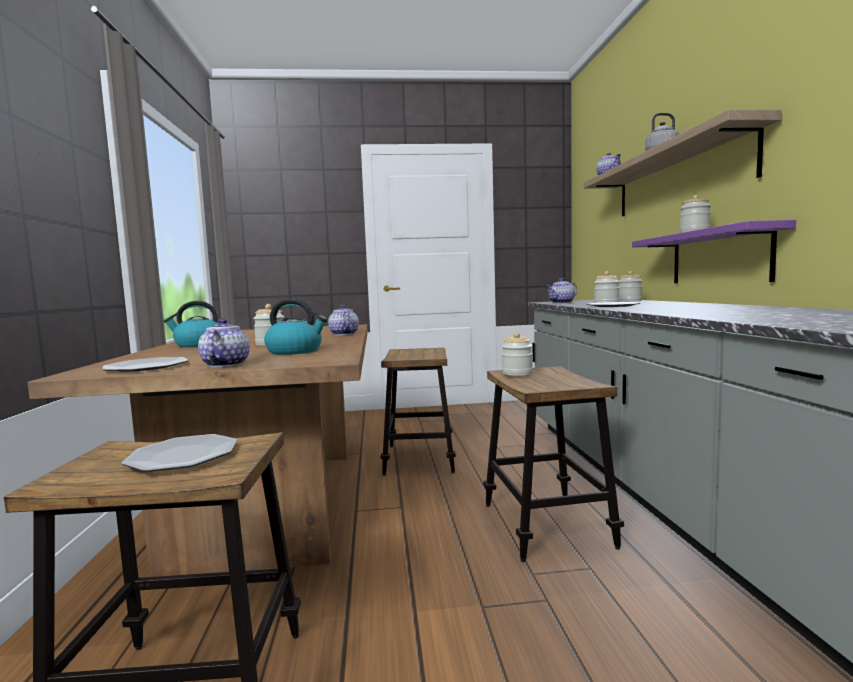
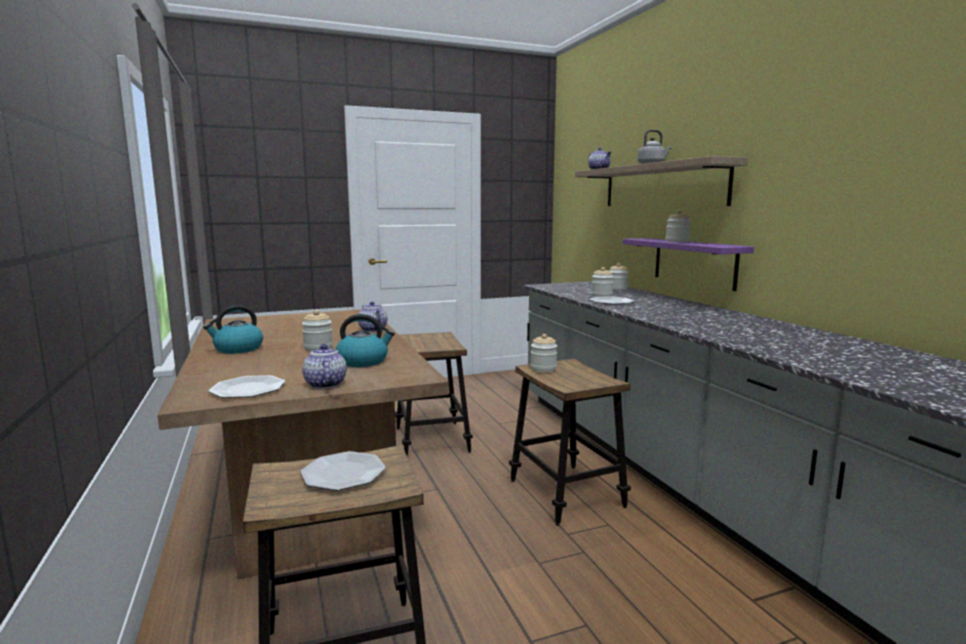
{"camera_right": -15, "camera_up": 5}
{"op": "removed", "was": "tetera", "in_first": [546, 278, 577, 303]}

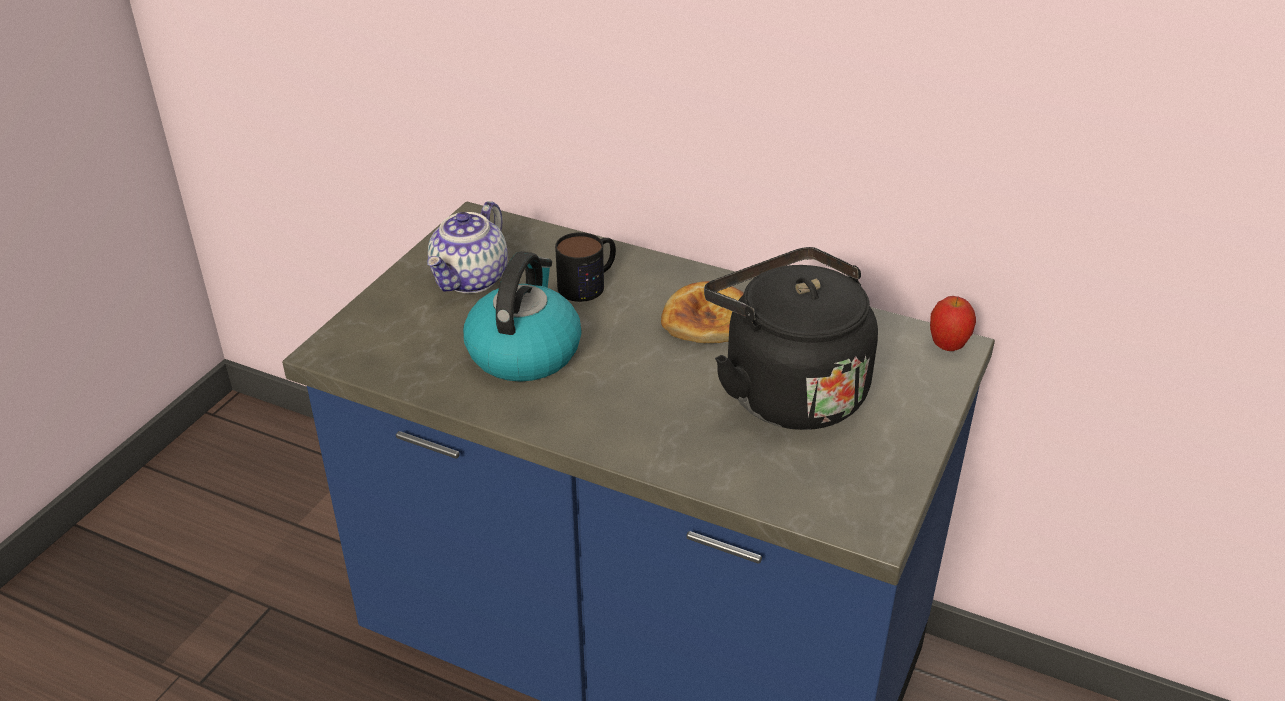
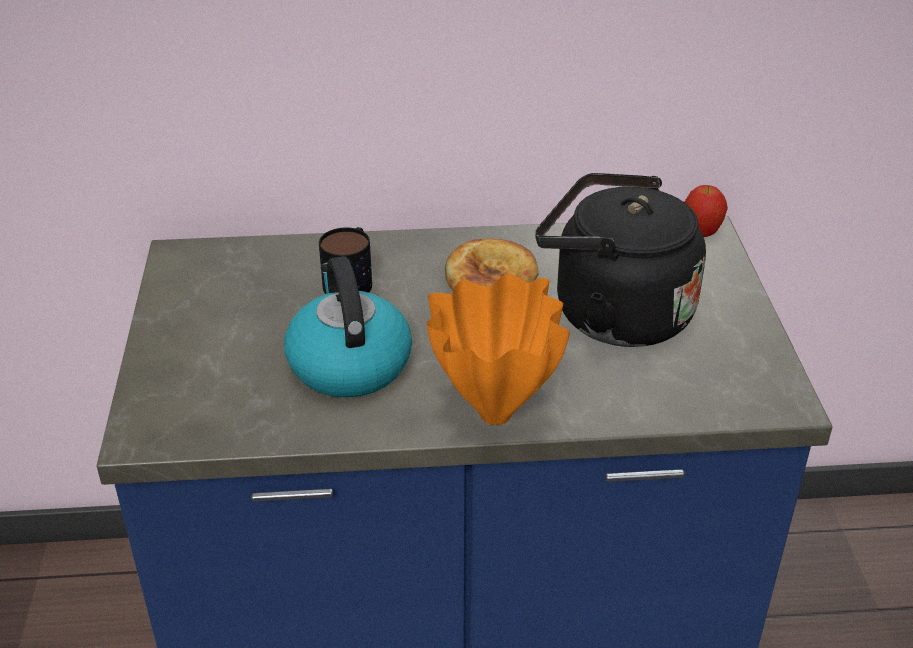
{"camera_right": -30, "camera_up": 0}
{"op": "added", "now": "florero [naranja]", "in_second": [427, 274, 570, 425]}
{"op": "removed", "was": "tetera", "in_first": [427, 201, 508, 293]}

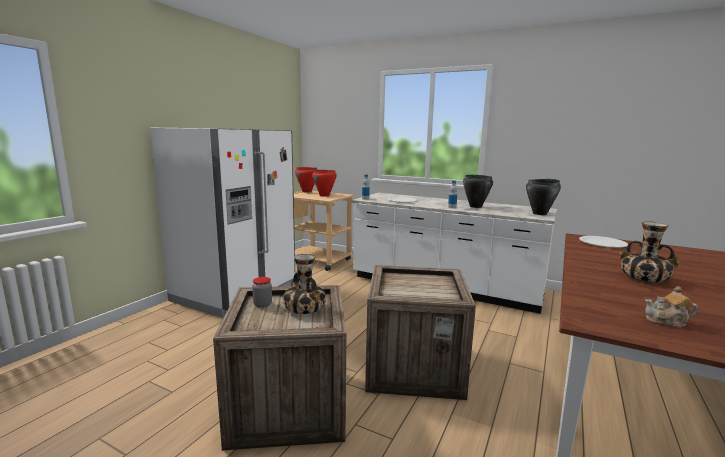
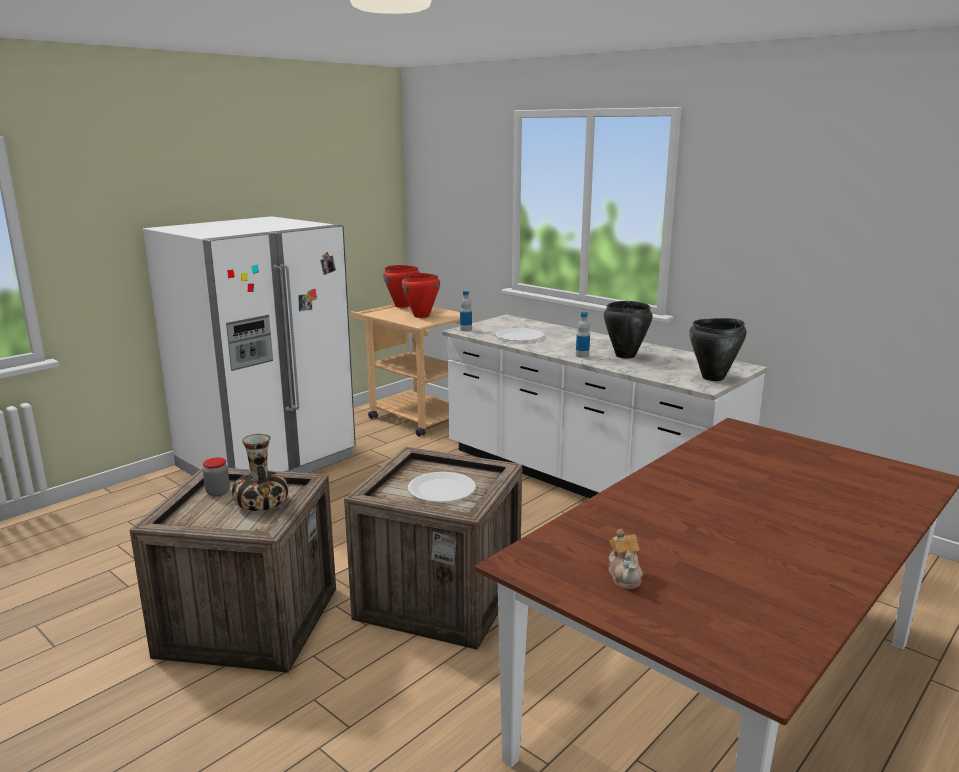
{"camera_right": 15, "camera_up": 5}
{"op": "moved", "was": "plato [blanco]", "in_first": [579, 236, 628, 248], "in_second": [408, 472, 476, 503]}
{"op": "turned", "was": "tetera", "in_first": [645, 286, 698, 328], "in_second": [609, 529, 643, 589], "clockwise": -120}
{"op": "removed", "was": "florero", "in_first": [619, 221, 680, 283]}

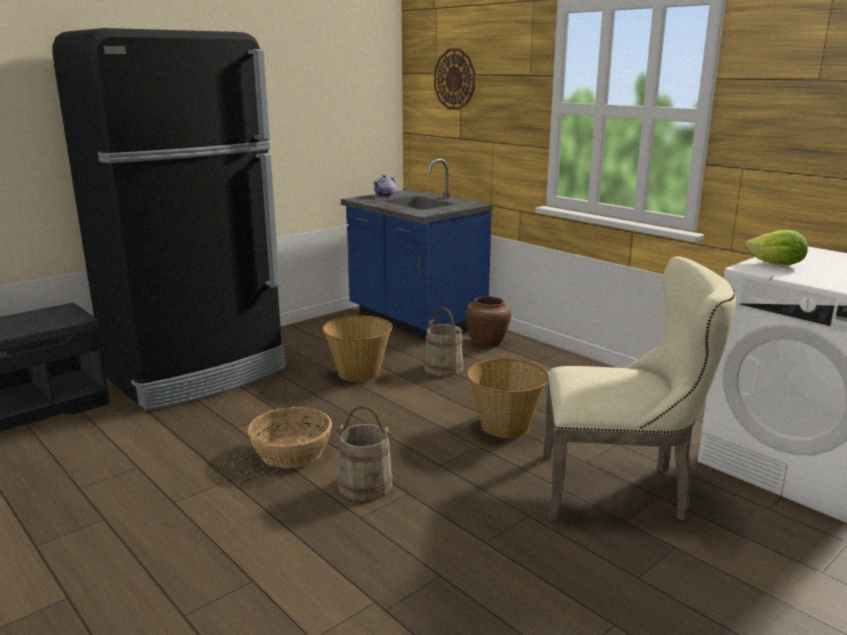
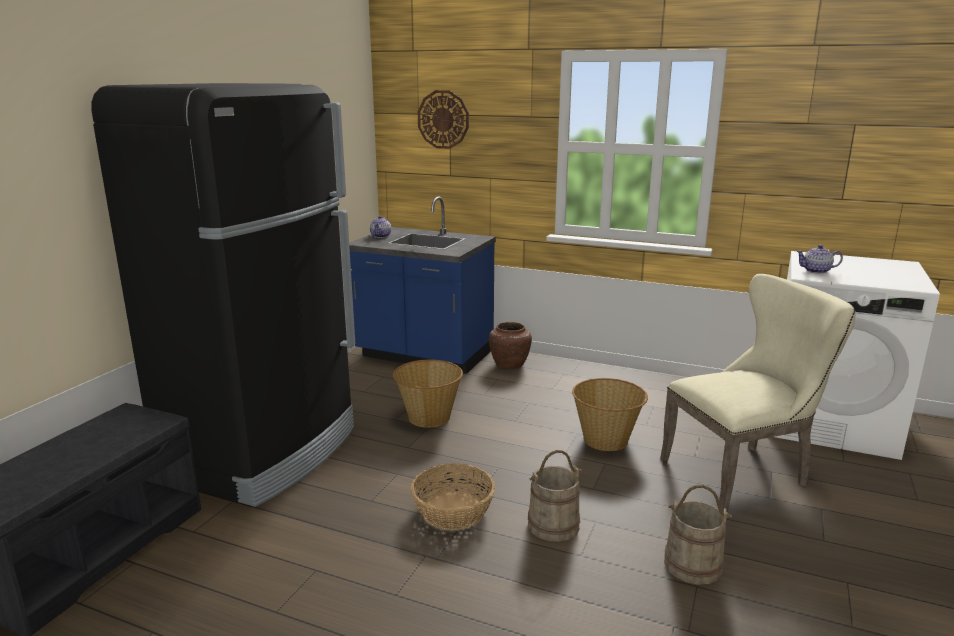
{"camera_right": -25, "camera_up": 0}
{"op": "moved", "was": "cubo [beis]", "in_first": [424, 307, 464, 376], "in_second": [664, 485, 732, 585]}
{"op": "replaced", "was": "lechuga", "now": "tetera", "in_first": [745, 230, 808, 265], "in_second": [796, 245, 843, 274]}

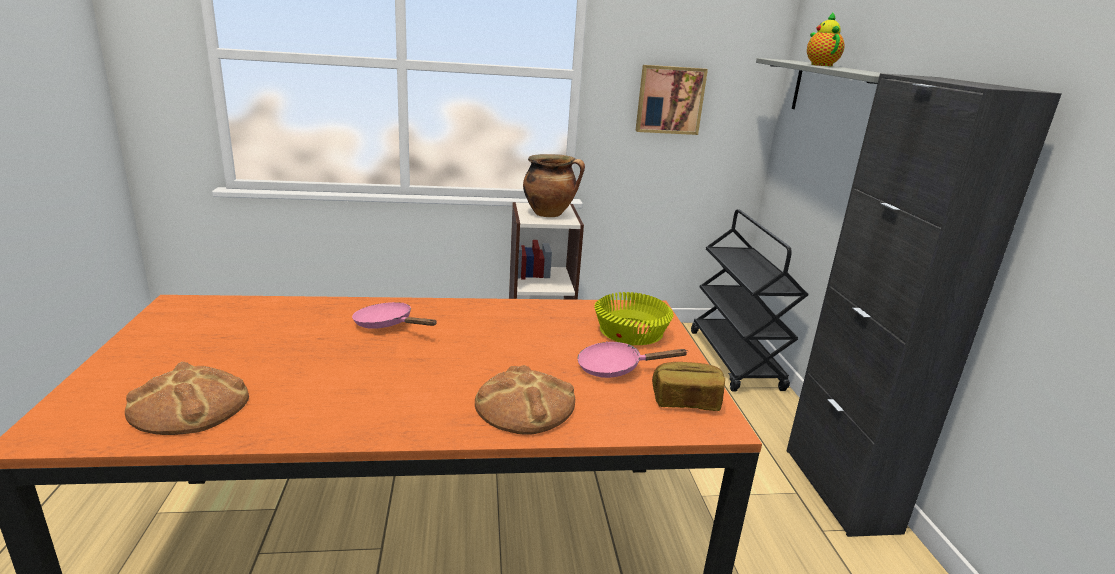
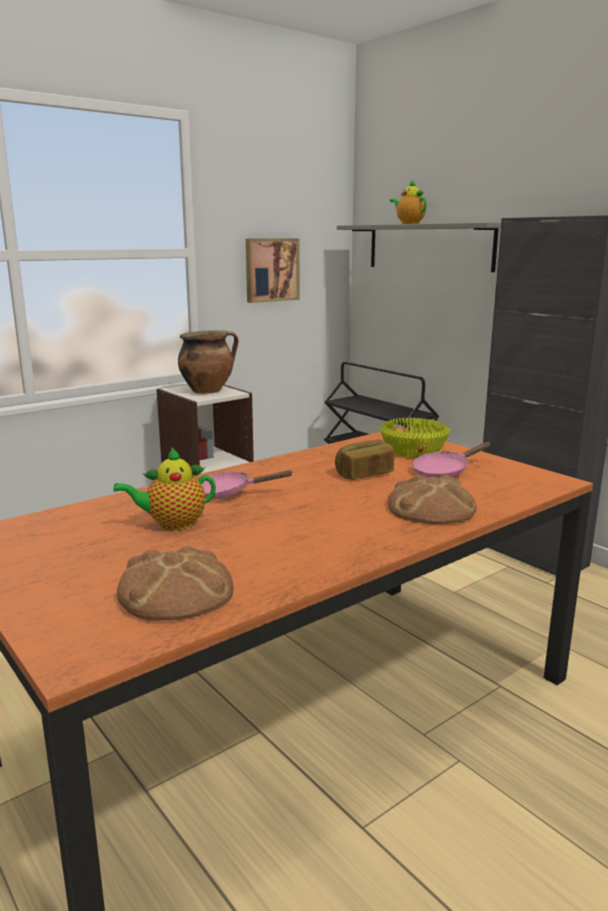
{"camera_right": -30, "camera_up": -5}
{"op": "added", "now": "tetera", "in_second": [113, 448, 216, 531]}
{"op": "moved", "was": "pan", "in_first": [652, 362, 725, 411], "in_second": [335, 440, 394, 480]}

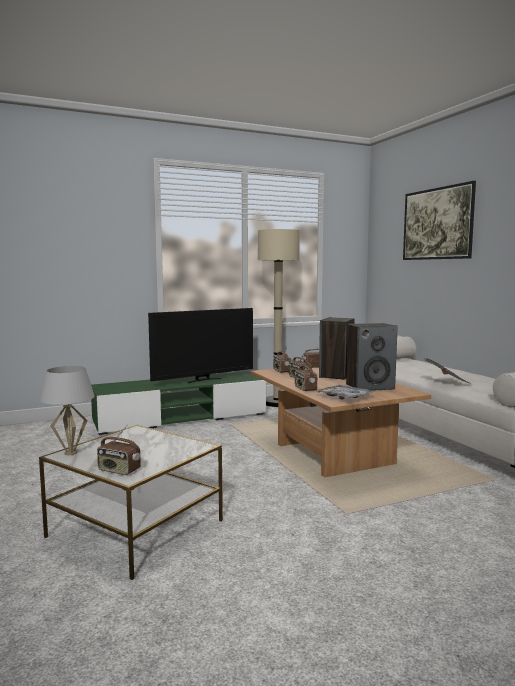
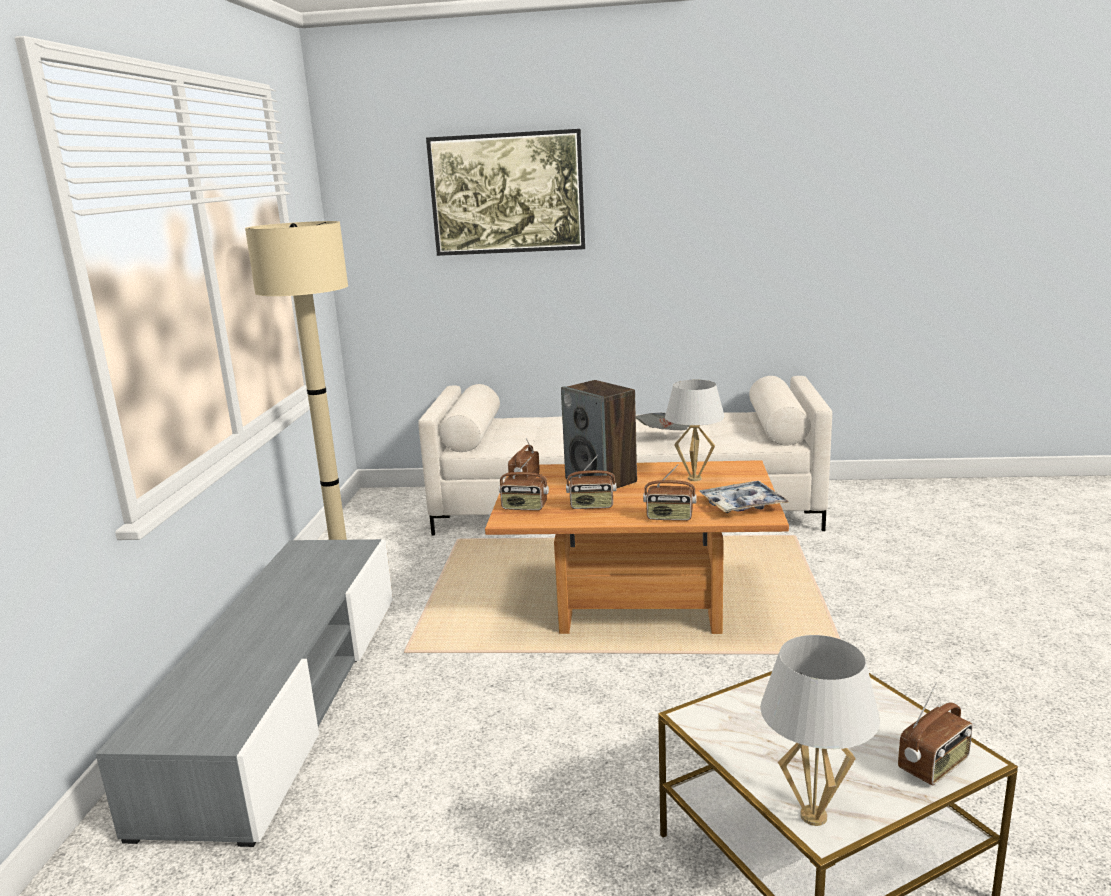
{"camera_right": -60, "camera_up": 10}
{"op": "recoloured", "was": "mueble de televisión [verde]", "now": "mueble de televisión [gris]", "in_first": [91, 371, 266, 435], "in_second": [96, 539, 393, 847]}
{"op": "replaced", "was": "altavoz", "now": "lámpara de mesa [blanco]", "in_first": [346, 323, 398, 391], "in_second": [665, 380, 725, 481]}
{"op": "removed", "was": "televisor", "in_first": [148, 308, 253, 383]}

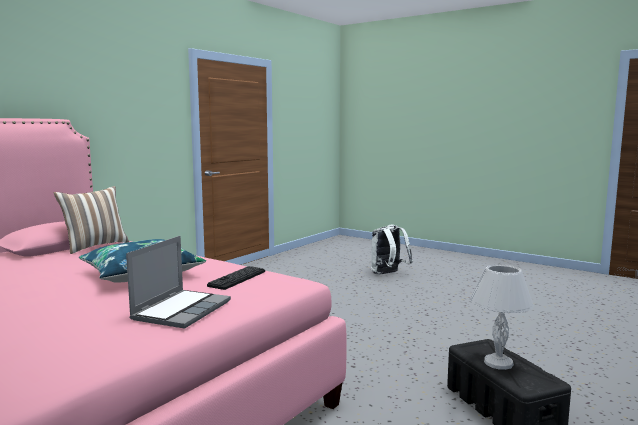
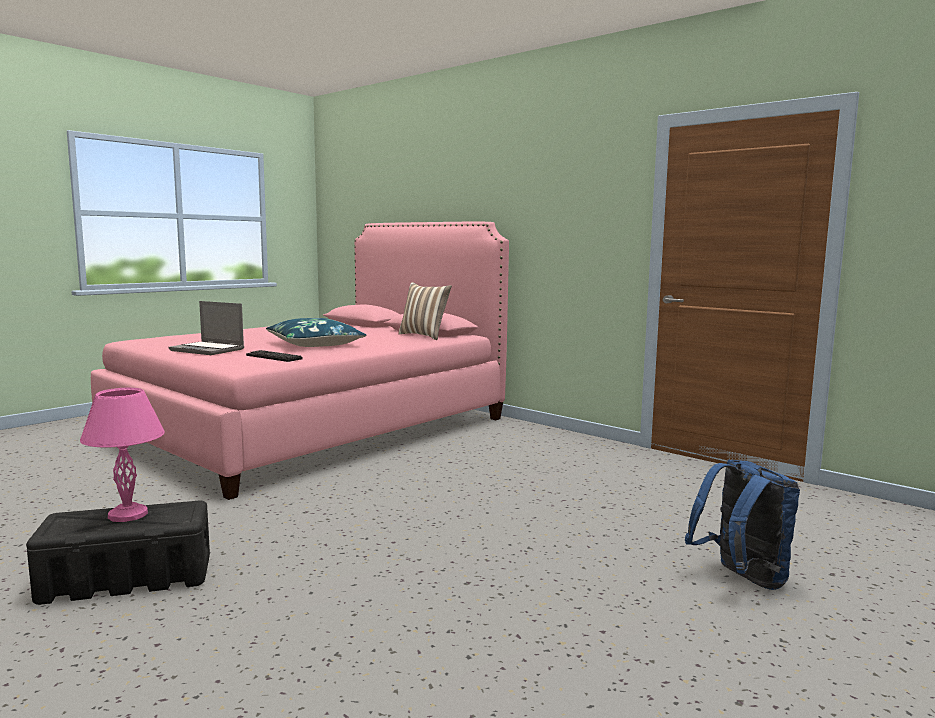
{"camera_right": 95, "camera_up": 0}
{"op": "recoloured", "was": "lámpara de mesa [blanco]", "now": "lámpara de mesa [rosa]", "in_first": [471, 264, 534, 370], "in_second": [80, 388, 165, 522]}
{"op": "recoloured", "was": "mochila [blanco]", "now": "mochila [azul]", "in_first": [371, 224, 413, 275], "in_second": [685, 459, 800, 590]}

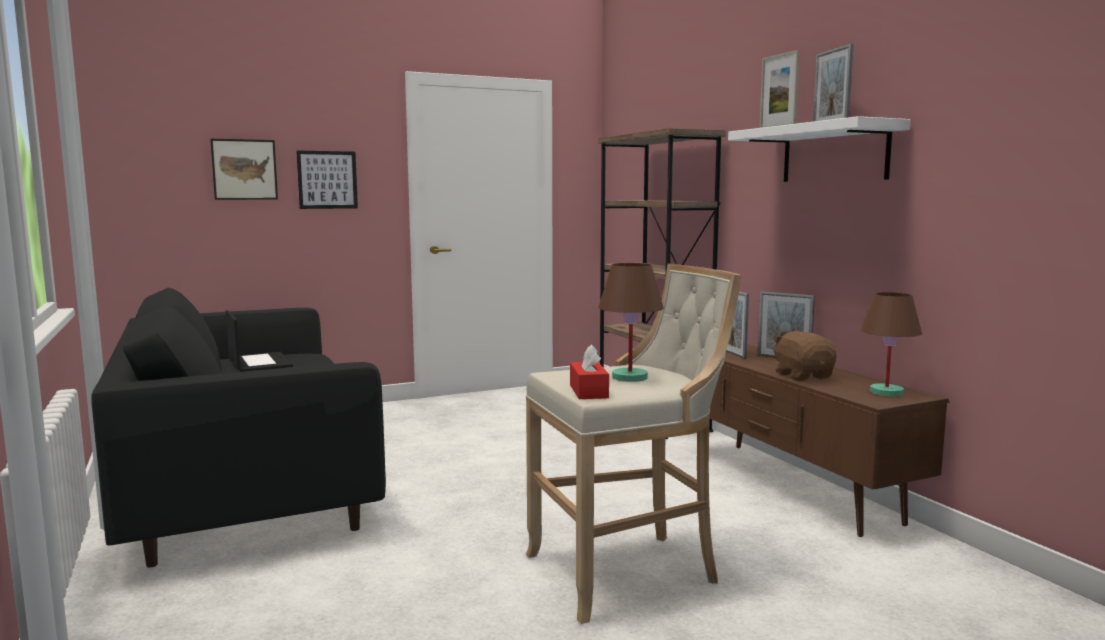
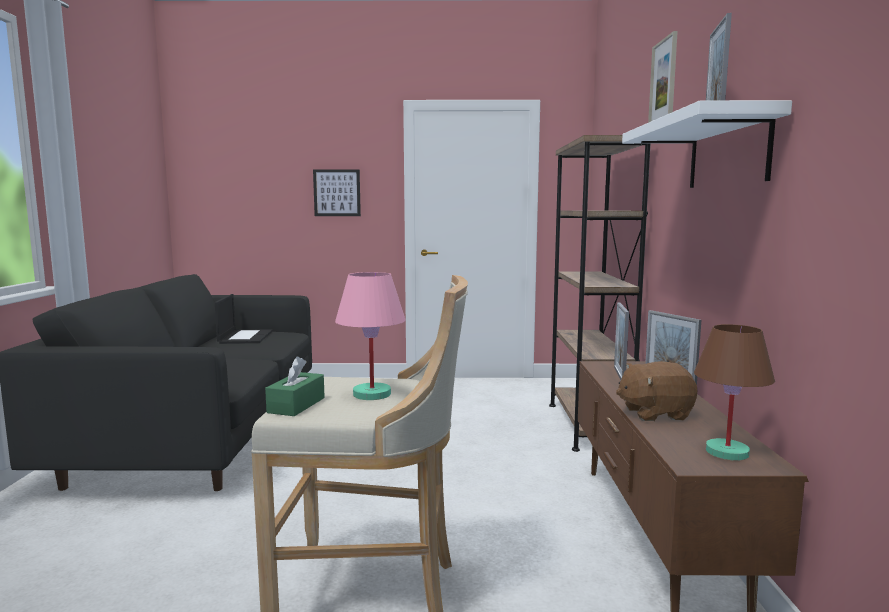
{"camera_right": 25, "camera_up": 0}
{"op": "recoloured", "was": "caja de pañuelos [rojo]", "now": "caja de pañuelos [verde]", "in_first": [570, 345, 609, 399], "in_second": [265, 357, 325, 416]}
{"op": "recoloured", "was": "lámpara de mesa [marrón]", "now": "lámpara de mesa [rosa]", "in_first": [598, 263, 664, 382], "in_second": [335, 272, 406, 400]}
{"op": "turned", "was": "peluche [marrón]", "in_first": [772, 331, 837, 381], "in_second": [616, 362, 697, 421], "clockwise": -105}
{"op": "removed", "was": "cuadro", "in_first": [210, 139, 278, 200]}

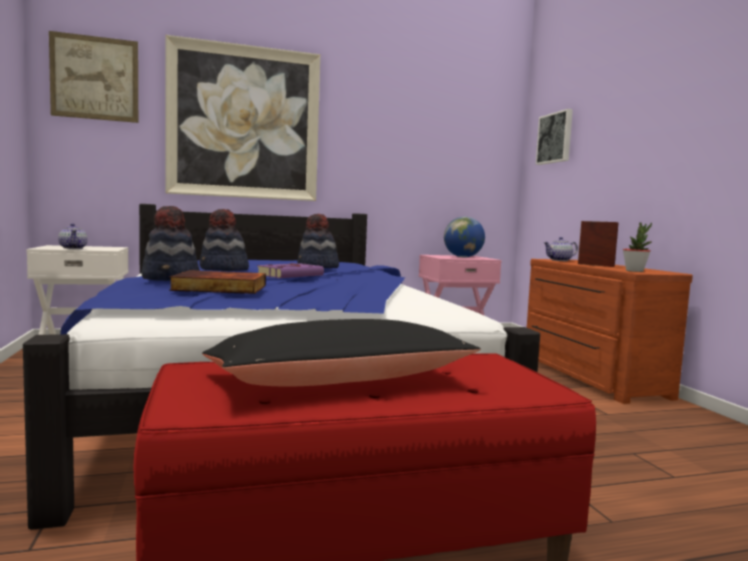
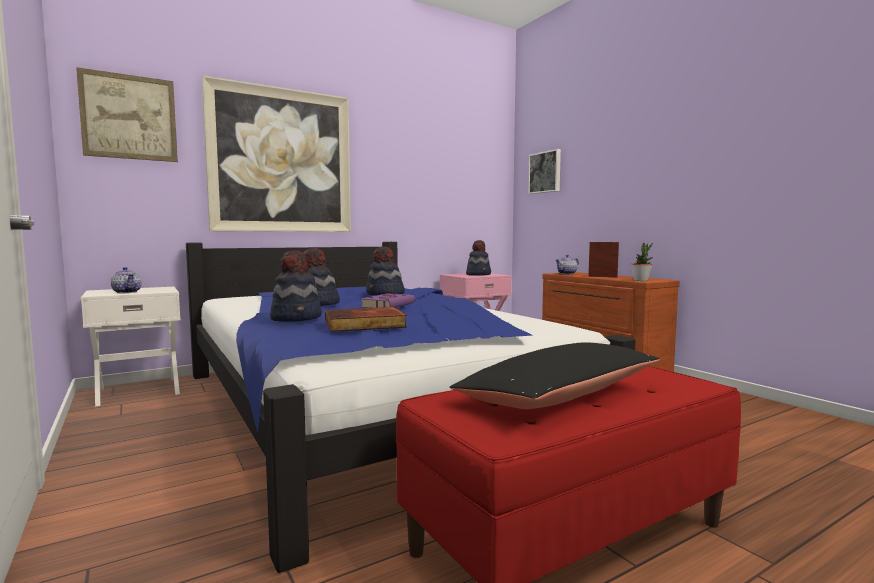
{"camera_right": -15, "camera_up": 0}
{"op": "replaced", "was": "globo terráqueo", "now": "sombrero", "in_first": [444, 217, 485, 257], "in_second": [466, 240, 491, 276]}

